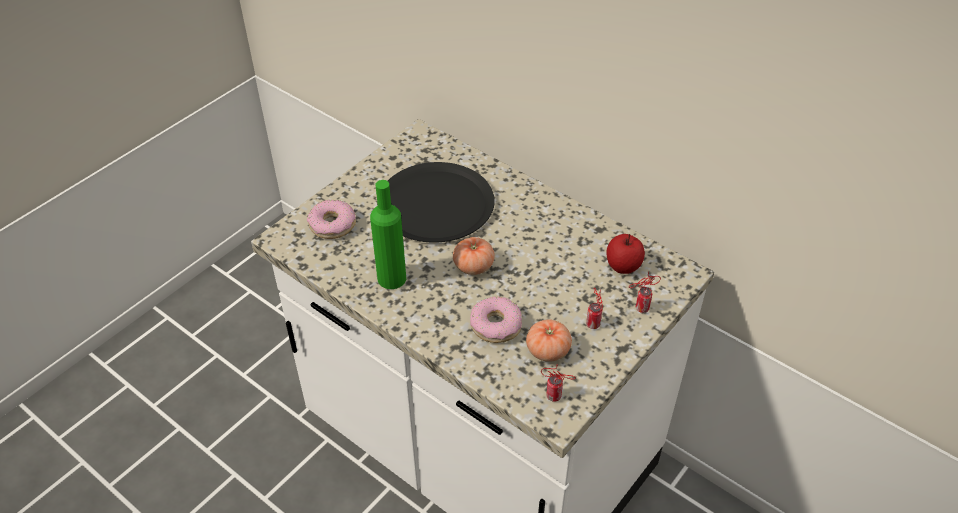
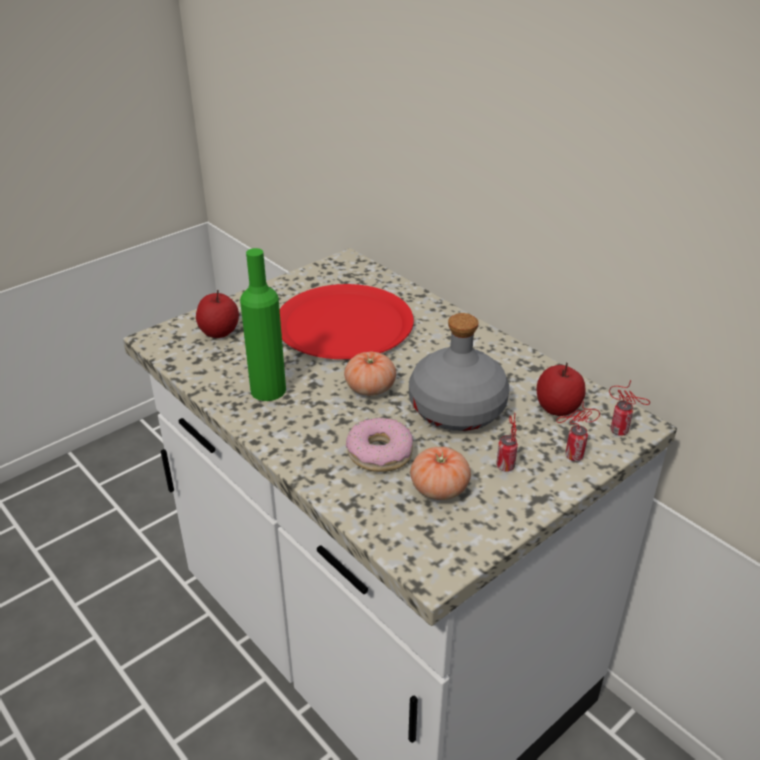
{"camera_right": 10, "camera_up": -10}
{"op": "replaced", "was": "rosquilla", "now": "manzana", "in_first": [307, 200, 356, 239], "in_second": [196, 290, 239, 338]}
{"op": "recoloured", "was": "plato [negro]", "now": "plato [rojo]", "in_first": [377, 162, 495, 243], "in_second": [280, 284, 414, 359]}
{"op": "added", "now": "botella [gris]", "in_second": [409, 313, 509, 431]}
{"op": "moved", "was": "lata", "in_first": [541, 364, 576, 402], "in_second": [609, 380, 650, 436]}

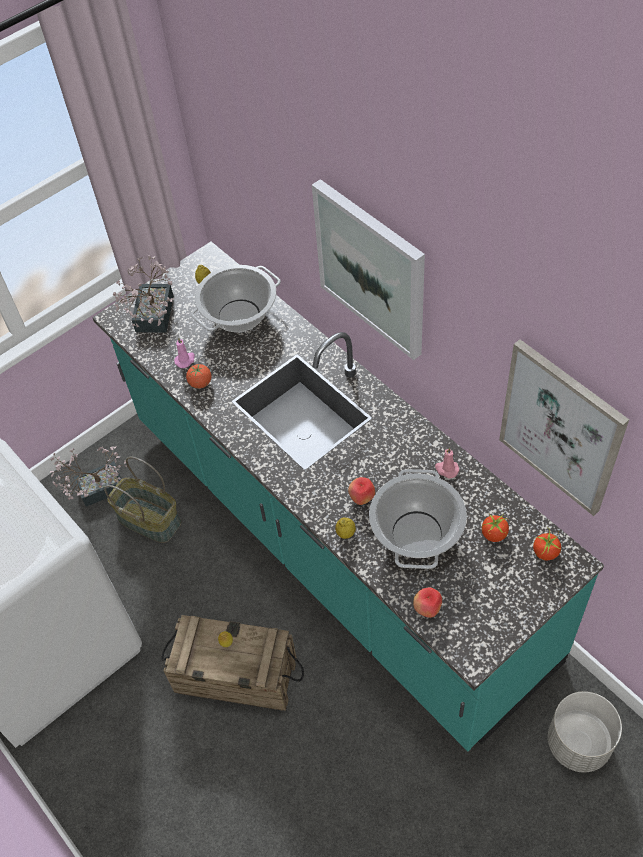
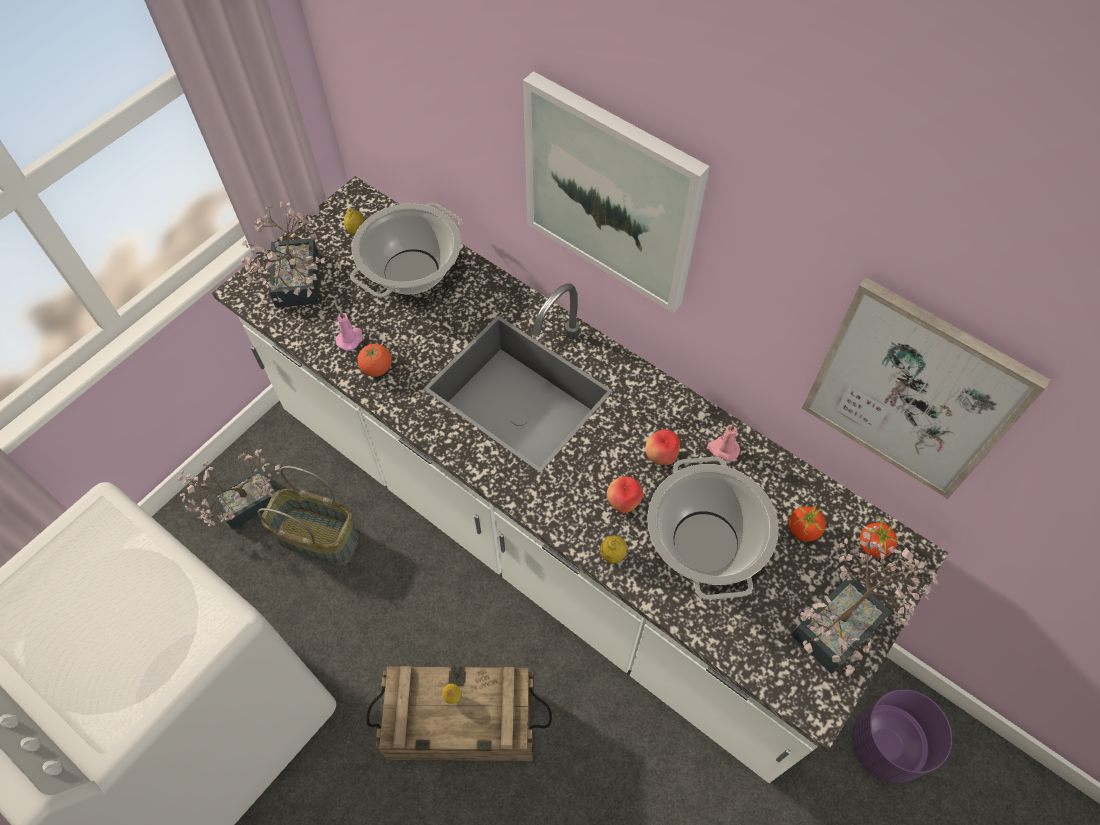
{"camera_right": -15, "camera_up": 5}
{"op": "recoloured", "was": "mueble bajo de cocina [turquesa]", "now": "mueble bajo de cocina [blanco]", "in_first": [92, 242, 604, 751], "in_second": [212, 176, 948, 783]}
{"op": "moved", "was": "manzana", "in_first": [413, 587, 442, 618], "in_second": [646, 429, 680, 465]}
{"op": "added", "now": "planta en maceta", "in_second": [792, 526, 938, 676]}
{"op": "recoloured", "was": "maceta [gris]", "now": "maceta [morado]", "in_first": [548, 691, 622, 772], "in_second": [852, 689, 952, 783]}

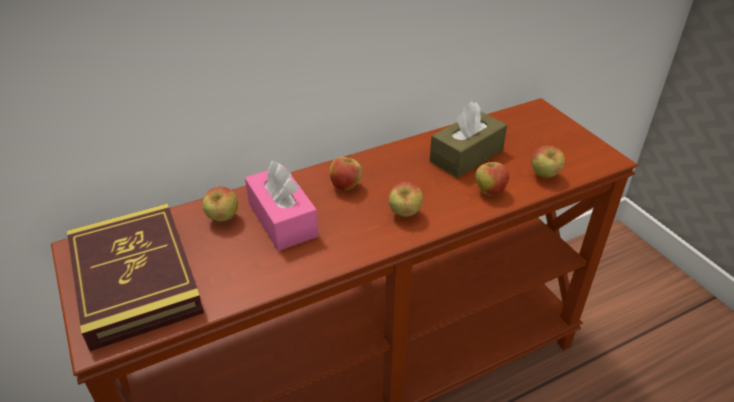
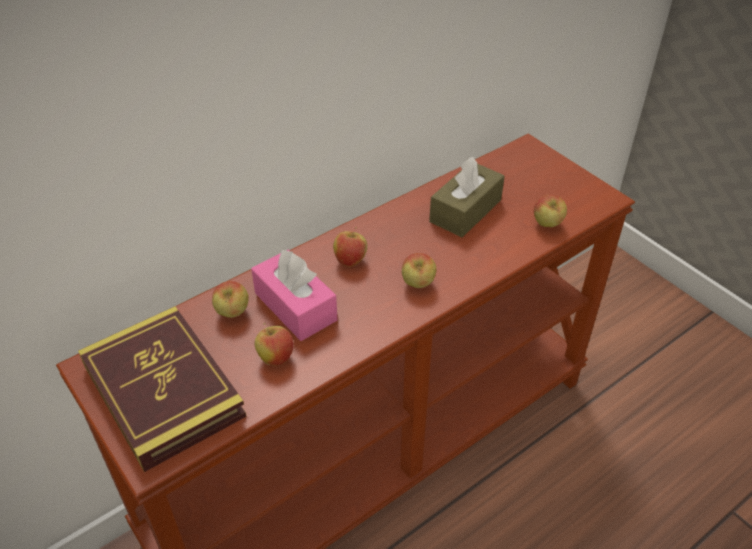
{"camera_right": -10, "camera_up": 5}
{"op": "moved", "was": "manzana", "in_first": [475, 158, 509, 196], "in_second": [255, 323, 294, 366]}

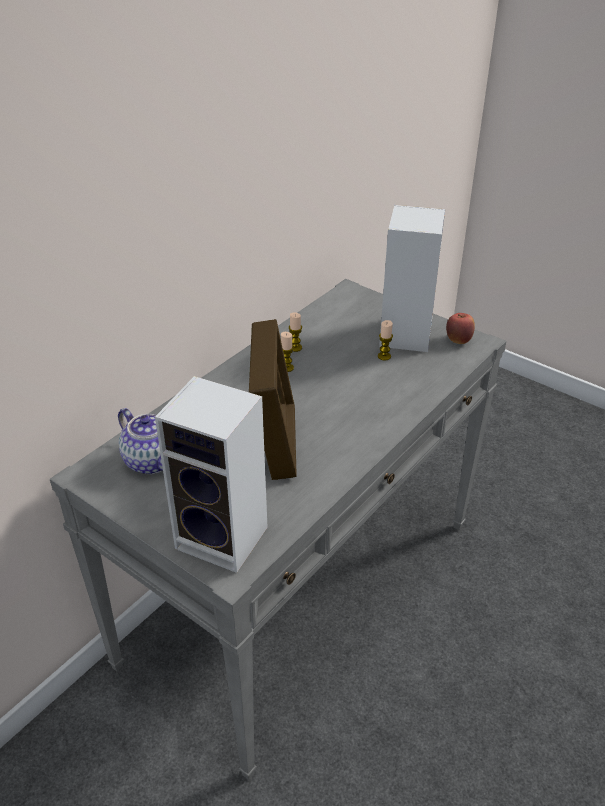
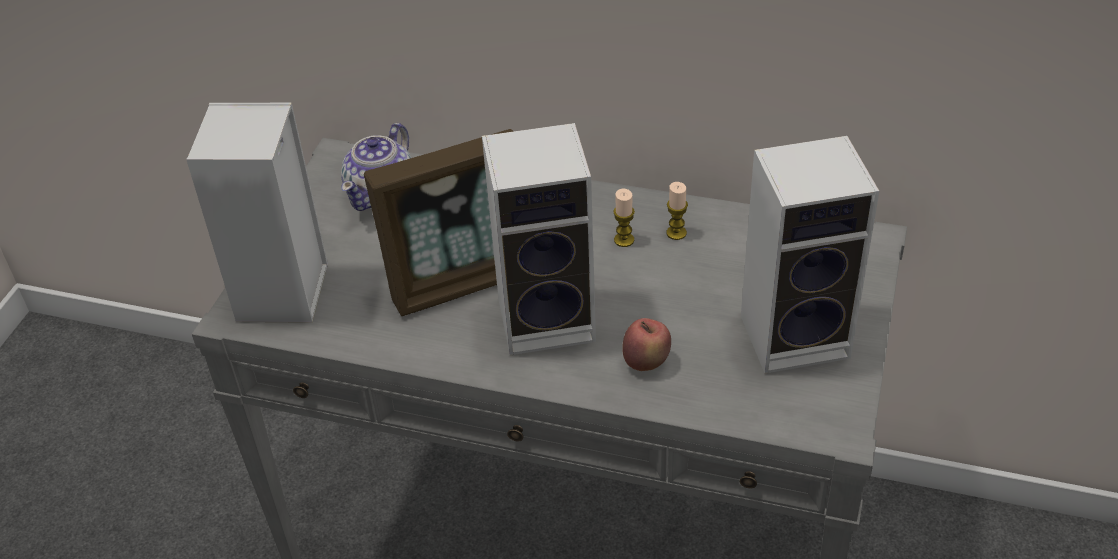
{"camera_right": 70, "camera_up": 5}
{"op": "added", "now": "altavoz", "in_second": [482, 123, 596, 356]}
{"op": "moved", "was": "manzana", "in_first": [446, 313, 475, 344], "in_second": [622, 318, 671, 371]}
{"op": "removed", "was": "vela", "in_first": [378, 320, 393, 361]}

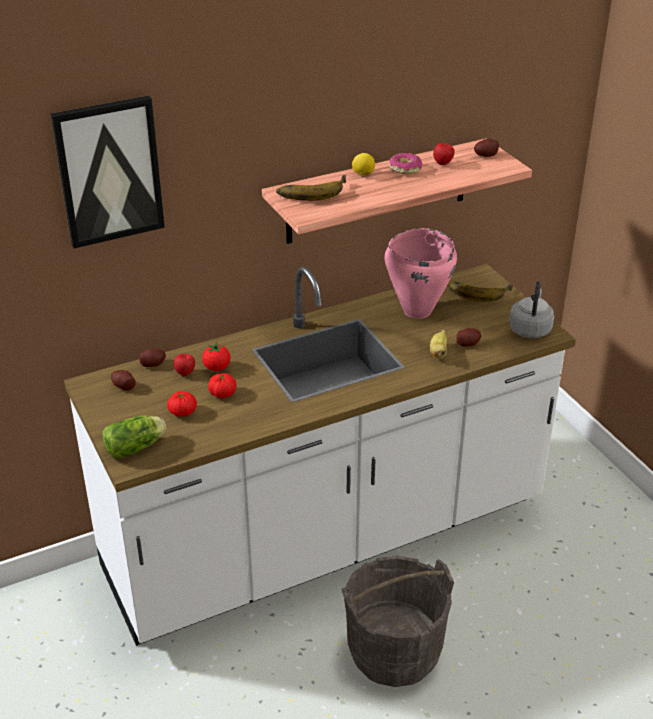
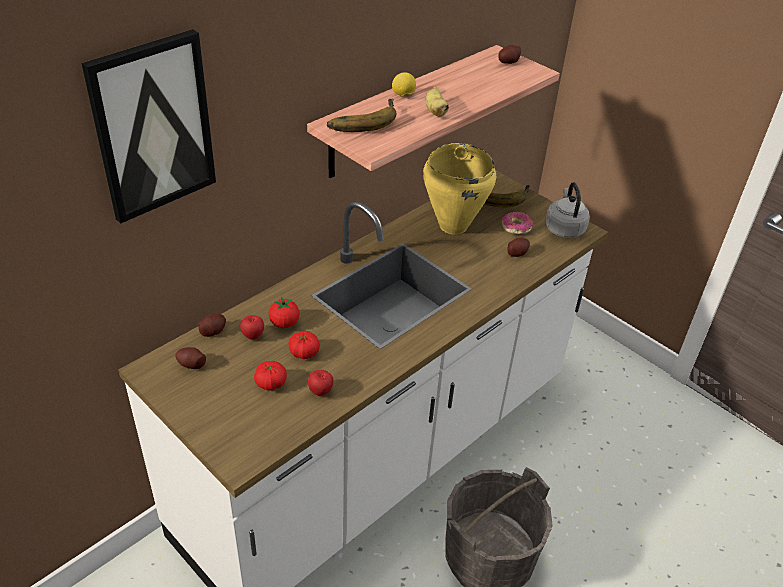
{"camera_right": -20, "camera_up": 5}
{"op": "moved", "was": "manzana", "in_first": [433, 143, 455, 165], "in_second": [308, 370, 333, 396]}
{"op": "recoloured", "was": "olla [rosa]", "now": "olla [amarillo]", "in_first": [385, 228, 457, 319], "in_second": [423, 143, 496, 234]}
{"op": "moved", "was": "plátano", "in_first": [430, 330, 447, 359], "in_second": [425, 86, 449, 117]}
{"op": "moved", "was": "rosquilla", "in_first": [389, 153, 422, 174], "in_second": [502, 212, 533, 235]}
{"op": "removed", "was": "lechuga", "in_first": [103, 415, 166, 459]}

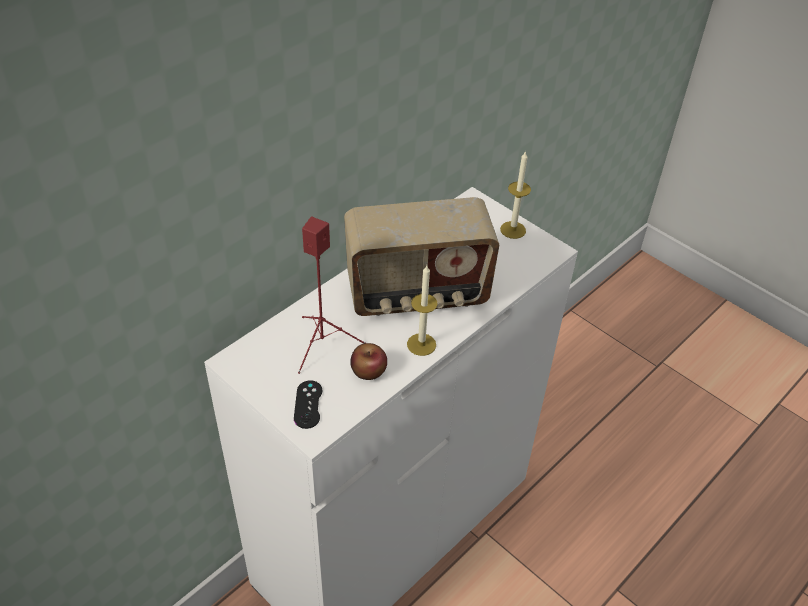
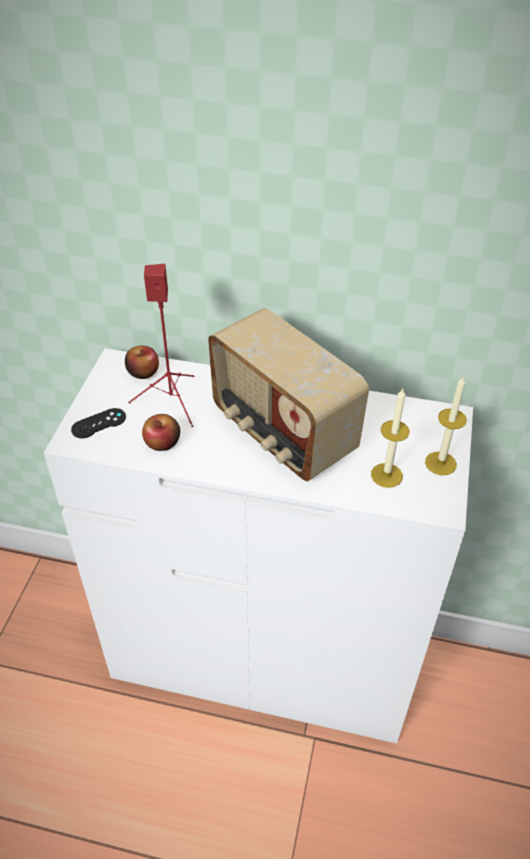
{"camera_right": 60, "camera_up": 0}
{"op": "added", "now": "manzana", "in_second": [125, 346, 159, 379]}
{"op": "moved", "was": "vela", "in_first": [407, 265, 438, 356], "in_second": [371, 389, 409, 488]}

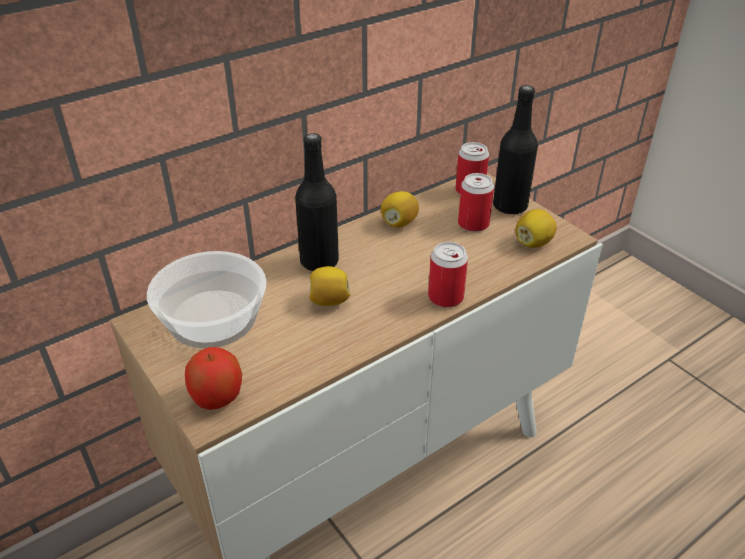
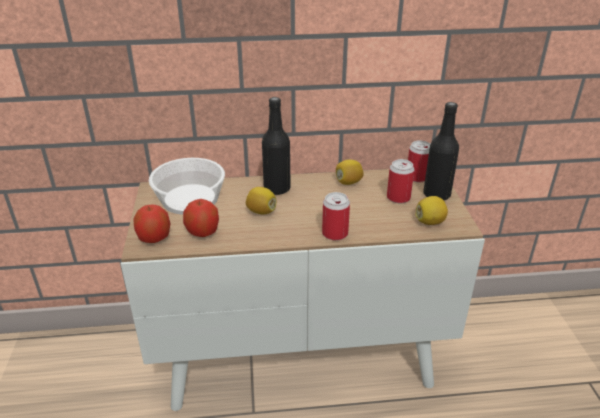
{"camera_right": 30, "camera_up": -5}
{"op": "added", "now": "manzana", "in_second": [183, 199, 219, 237]}

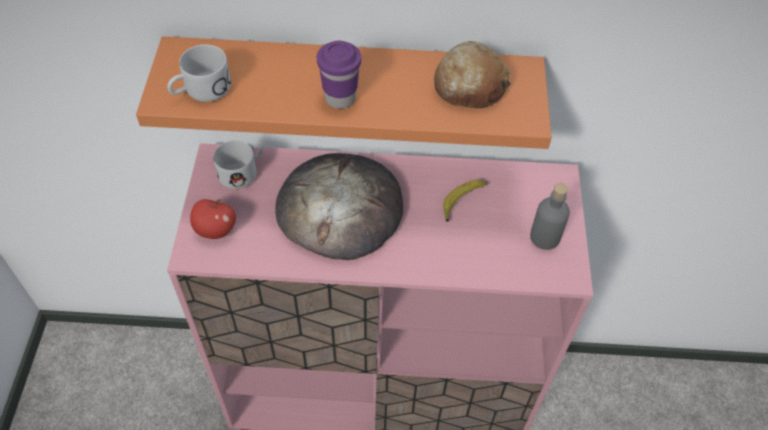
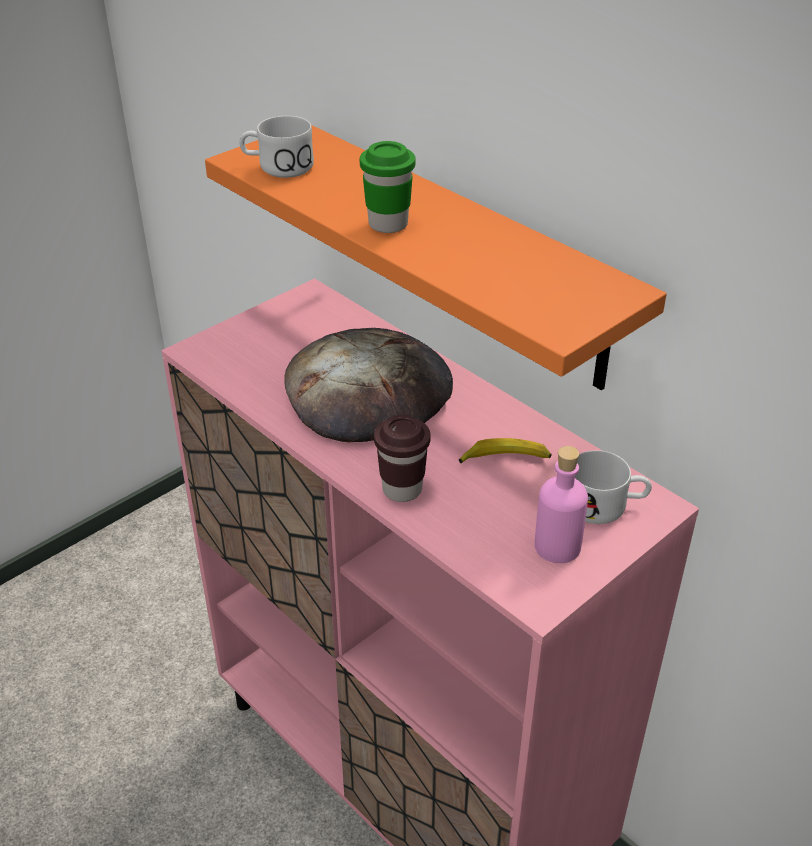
{"camera_right": 45, "camera_up": -15}
{"op": "recoloured", "was": "taza [morado]", "now": "taza [verde]", "in_first": [317, 41, 361, 109], "in_second": [360, 141, 415, 233]}
{"op": "added", "now": "taza [marrón]", "in_second": [374, 415, 430, 502]}
{"op": "recoloured", "was": "botella [gris]", "now": "botella [rosa]", "in_first": [530, 183, 570, 250], "in_second": [535, 446, 588, 563]}
{"op": "moved", "was": "taza grande [blanco]", "in_first": [213, 140, 264, 189], "in_second": [575, 450, 652, 524]}
{"op": "removed", "was": "manzana", "in_first": [190, 199, 236, 239]}
{"op": "removed", "was": "pan", "in_first": [434, 41, 511, 108]}

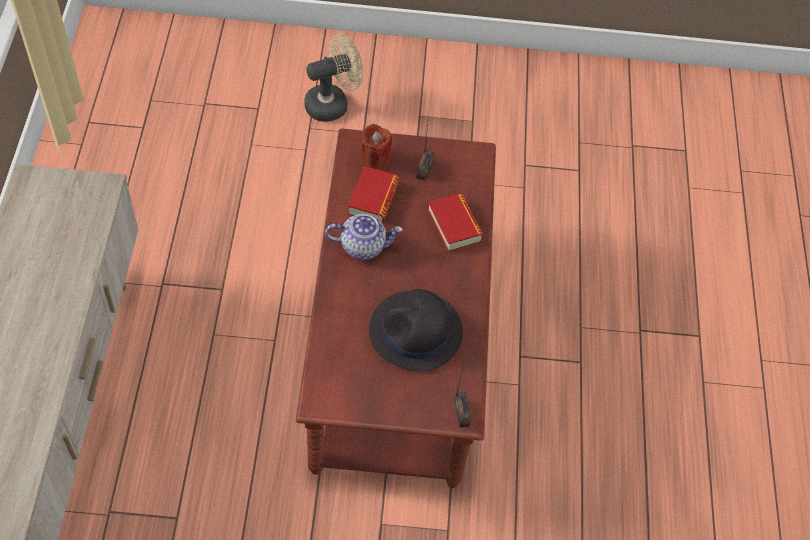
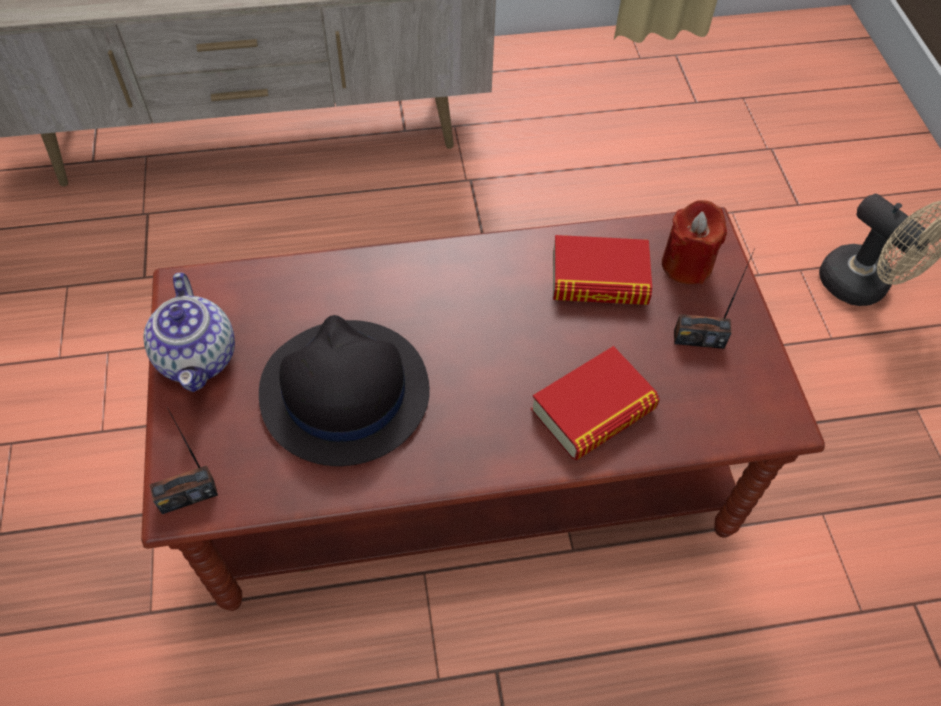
{"camera_right": 80, "camera_up": 0}
{"op": "moved", "was": "tetera", "in_first": [325, 214, 403, 260], "in_second": [143, 272, 235, 392]}

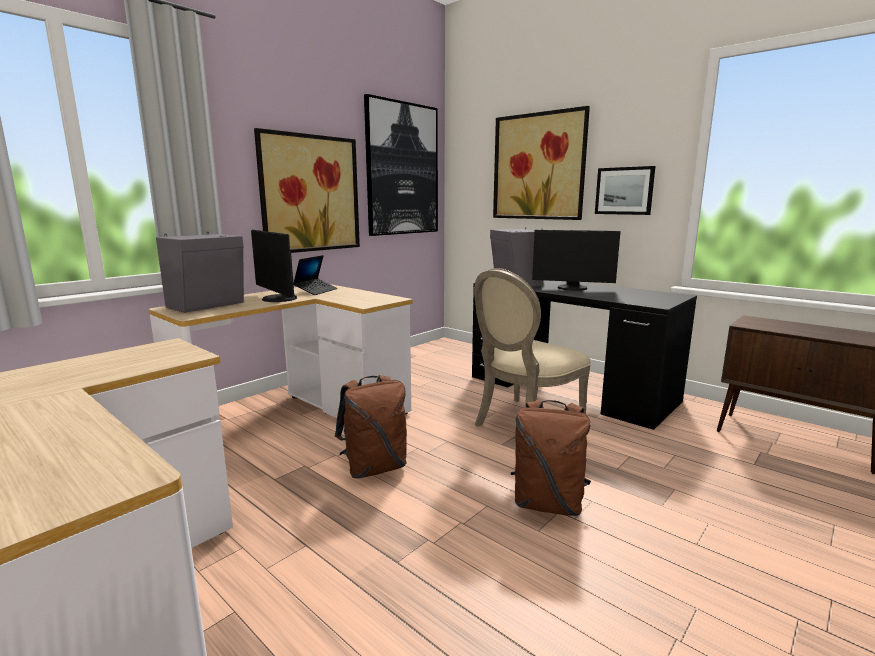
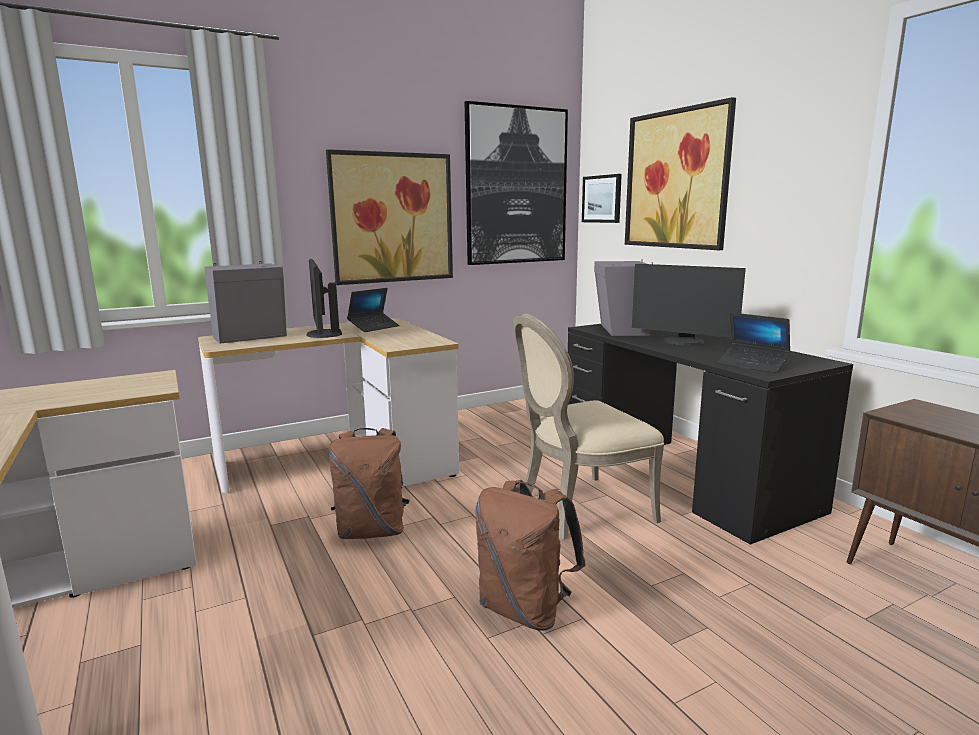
{"camera_right": 20, "camera_up": 0}
{"op": "moved", "was": "cuadro", "in_first": [595, 166, 655, 215], "in_second": [582, 174, 622, 223]}
{"op": "added", "now": "portátil", "in_second": [717, 313, 791, 373]}

